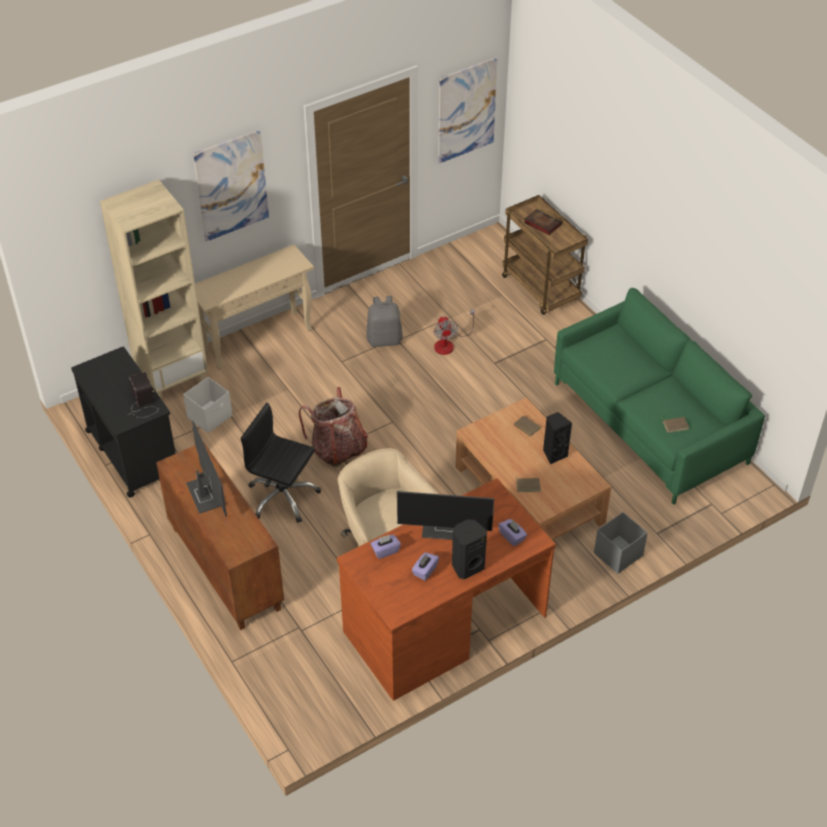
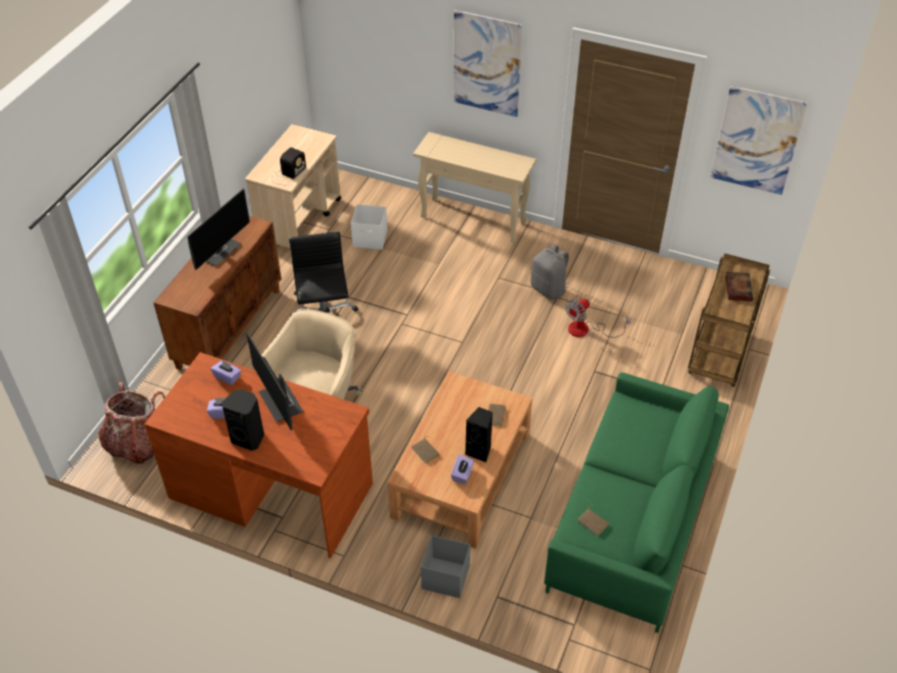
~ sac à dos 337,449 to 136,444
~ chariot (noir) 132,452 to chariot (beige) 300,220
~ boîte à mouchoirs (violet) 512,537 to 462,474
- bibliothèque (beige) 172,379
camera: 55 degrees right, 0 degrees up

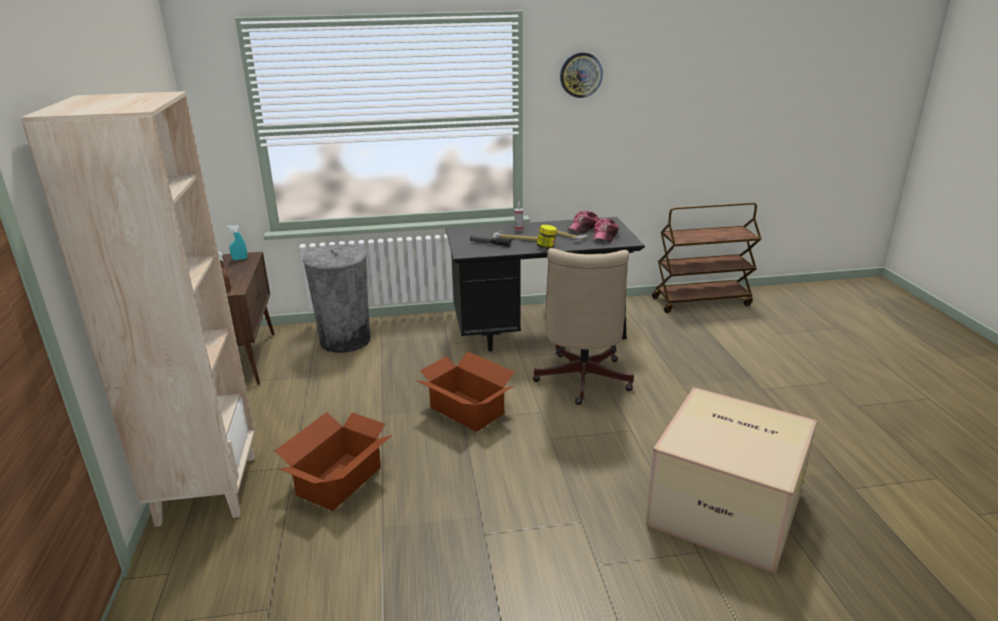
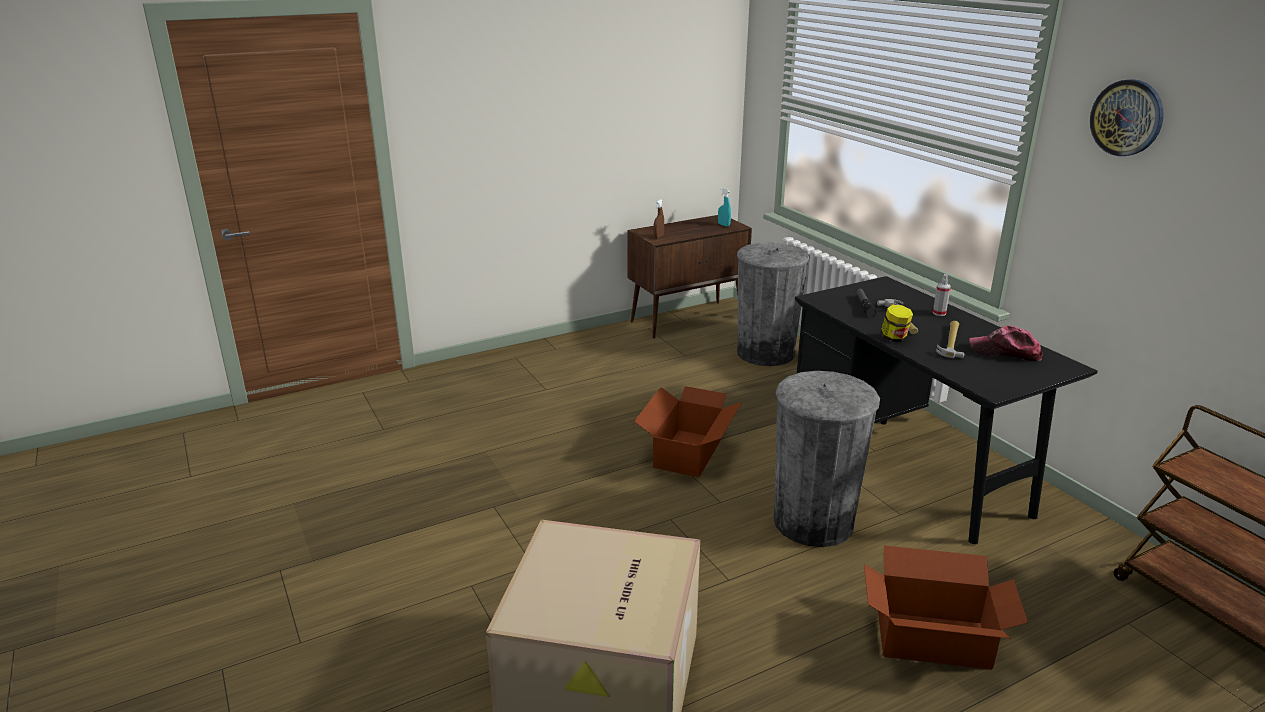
~ chaise de bureau (beige) 581,382 to poubelle (gris) 813,522
~ carton 341,481 to 934,640
- bibliothèque (beige) 207,488
- casquette 605,236
camera: 70 degrees right, 0 degrees up

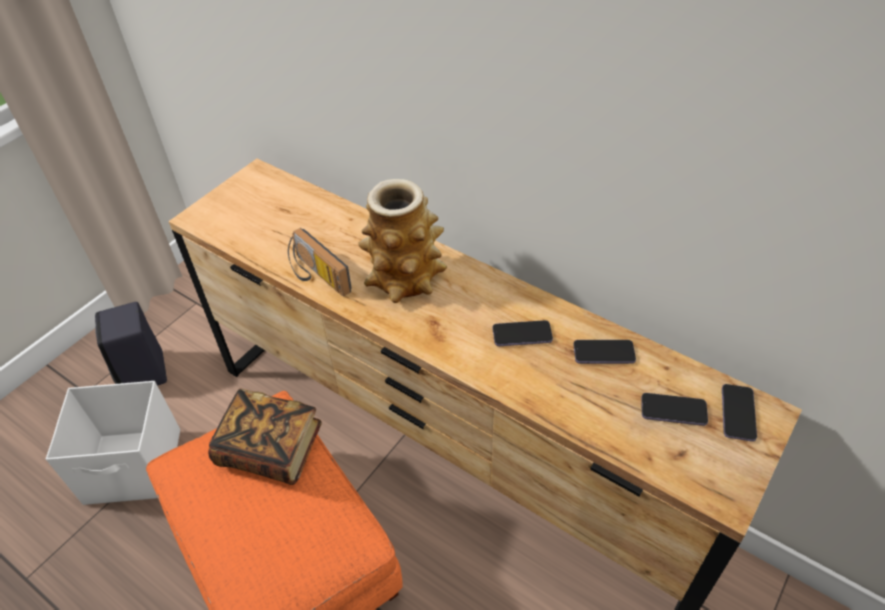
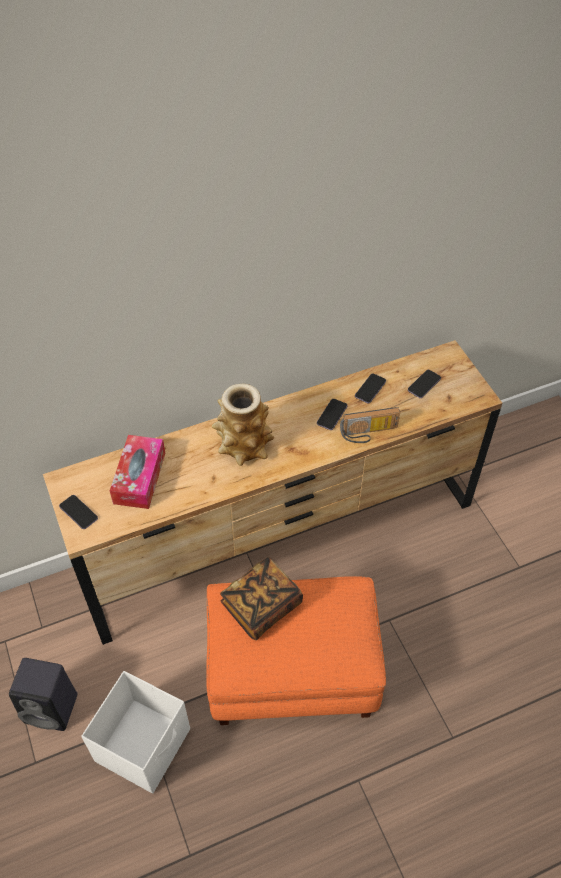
~ téléphone 738,413 to 78,512
+ boîte à mouchoirs 139,478
~ radio 316,276 to 369,433
camera: 60 degrees left, 5 degrees up

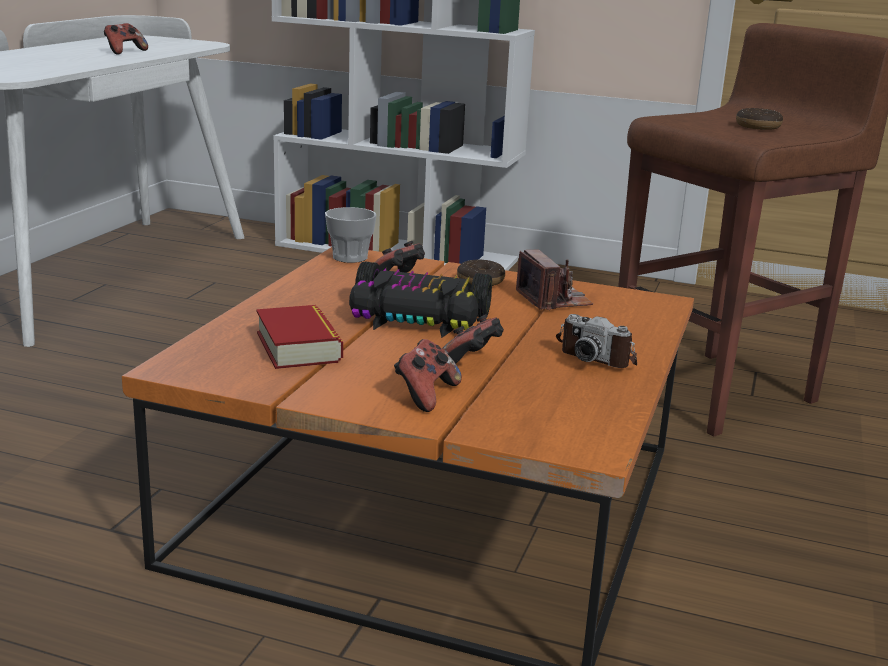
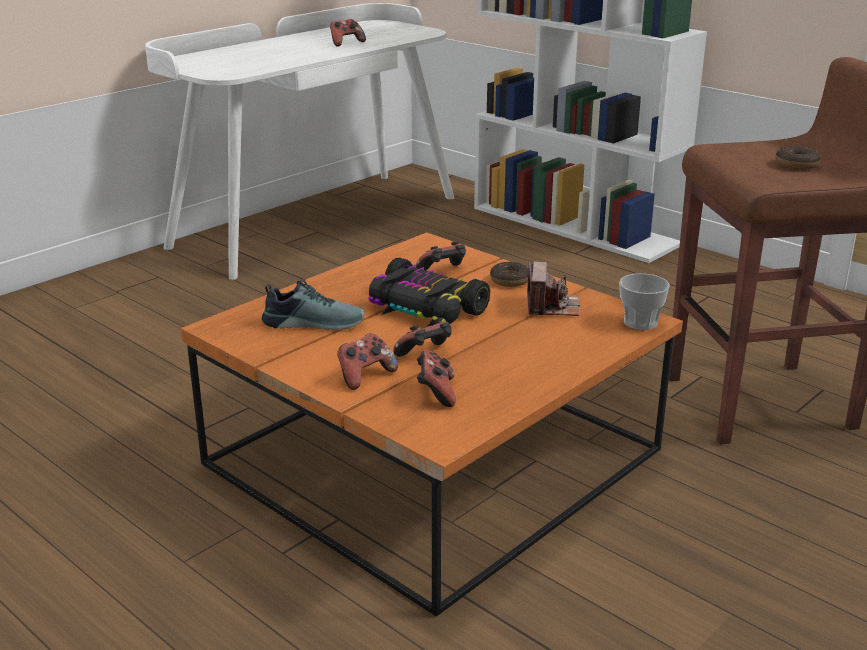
~ livre 298,347 to chaussure 314,322
+ manette 436,393
~ tasse 350,257 to 640,322
- appareil photo 598,356
camera: 25 degrees right, 5 degrees up

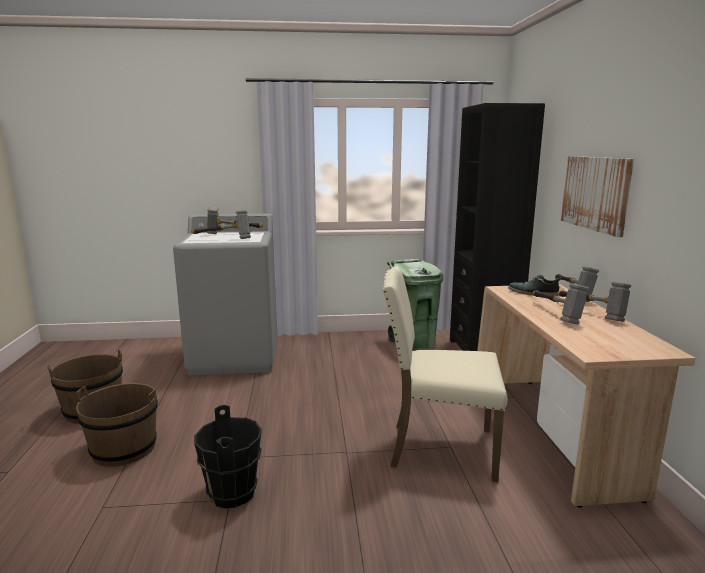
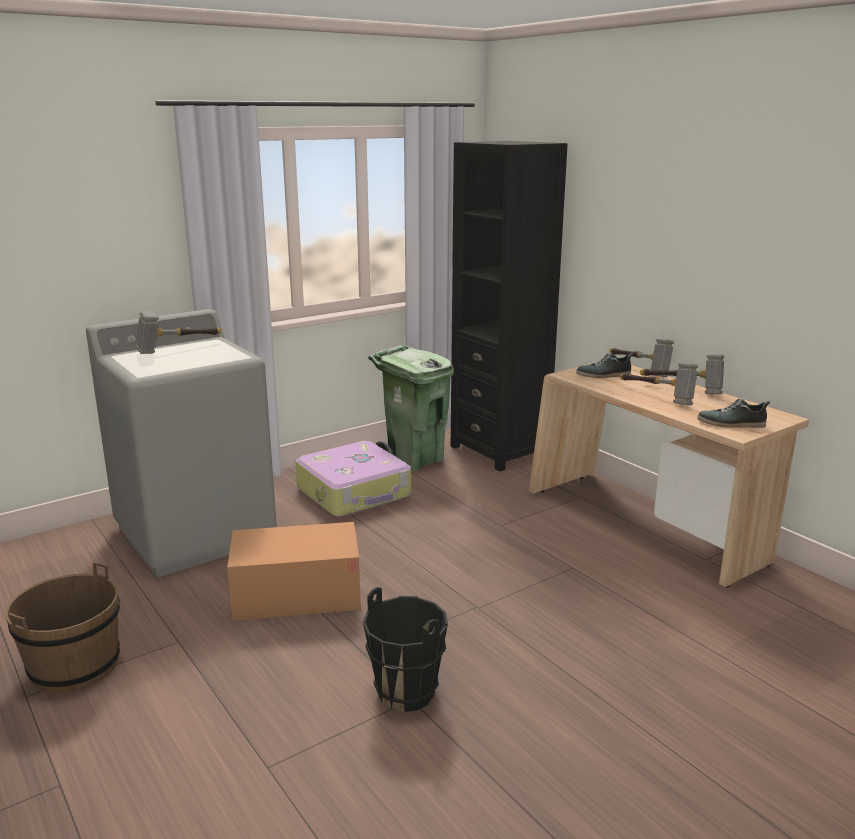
+ carton 297,594
+ valise 355,492
+ chaussure 731,423
- seau (marron) 124,449
- marteau 223,239
- chaise (beige) 439,449
- tableau 596,193
camera: 30 degrees left, 5 degrees up

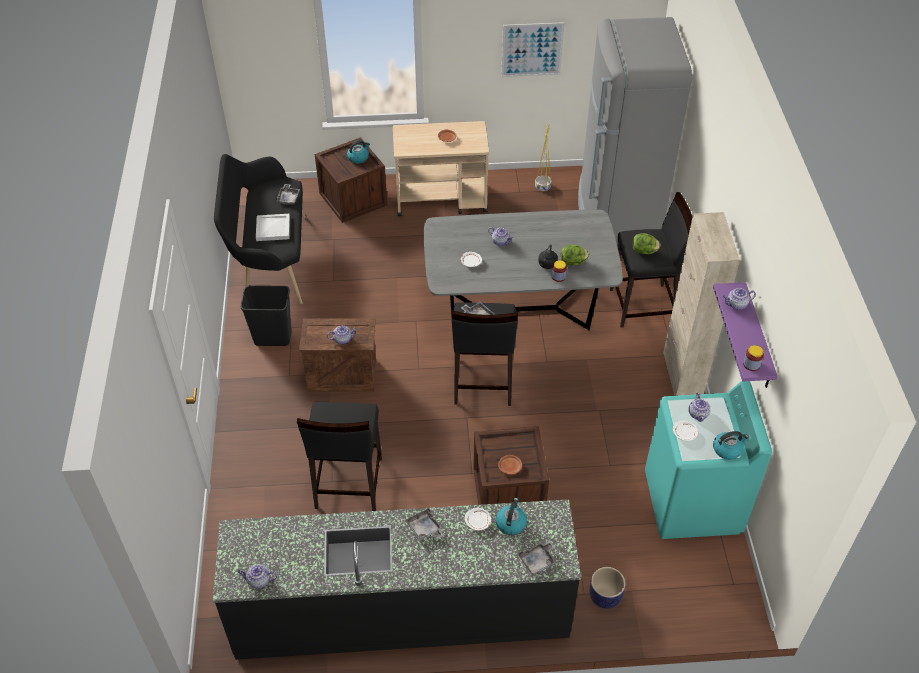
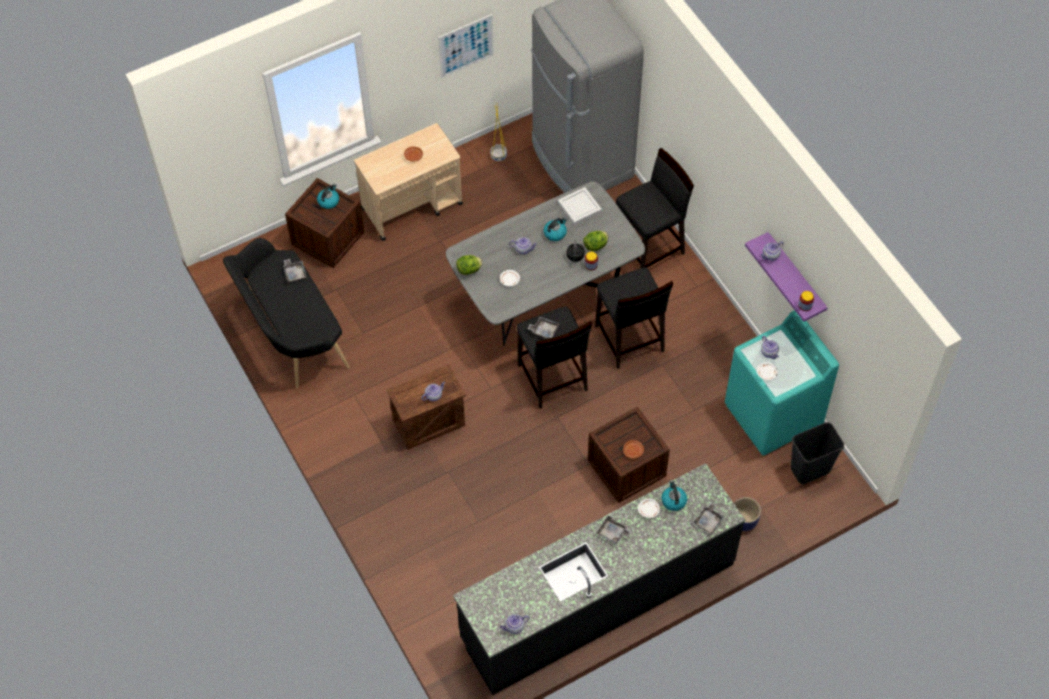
~ laitue 644,251 to 469,270
~ bouilloire 727,449 to 555,233
~ plateau (blanc) 272,229 to 579,207
~ tabouret (noir) 348,484 to 629,339
~ poubelle (noir) 272,338 to 810,470
- meuble de rangement (beige) 682,375
camera: 25 degrees left, 10 degrees up

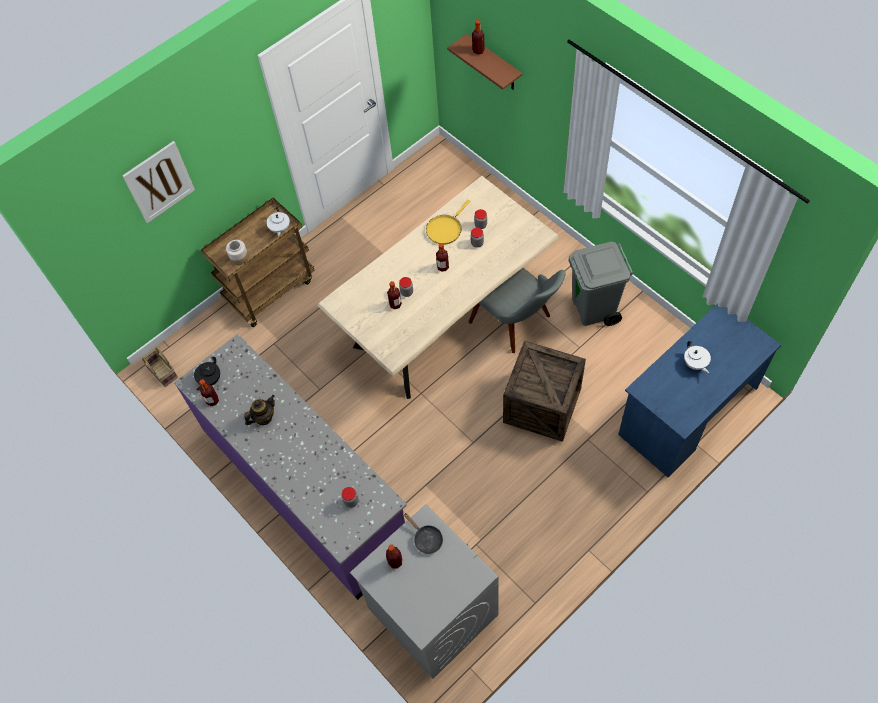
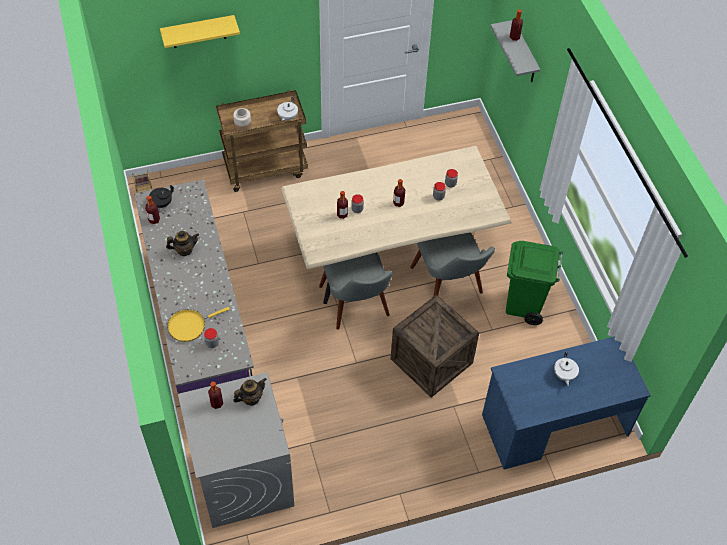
~ tableau 159,182 to étagère (jaune) 198,32
~ poêle (jaune) 445,229 to 189,326
~ poêle (noir) 426,539 to théière 251,398
+ chaise (gris) 358,308
~ étagère (marron) 494,64 to étagère (gris) 524,54
~ poubelle (gris) 594,309 to poubelle (vert) 524,305
camera: 20 degrees right, 5 degrees down

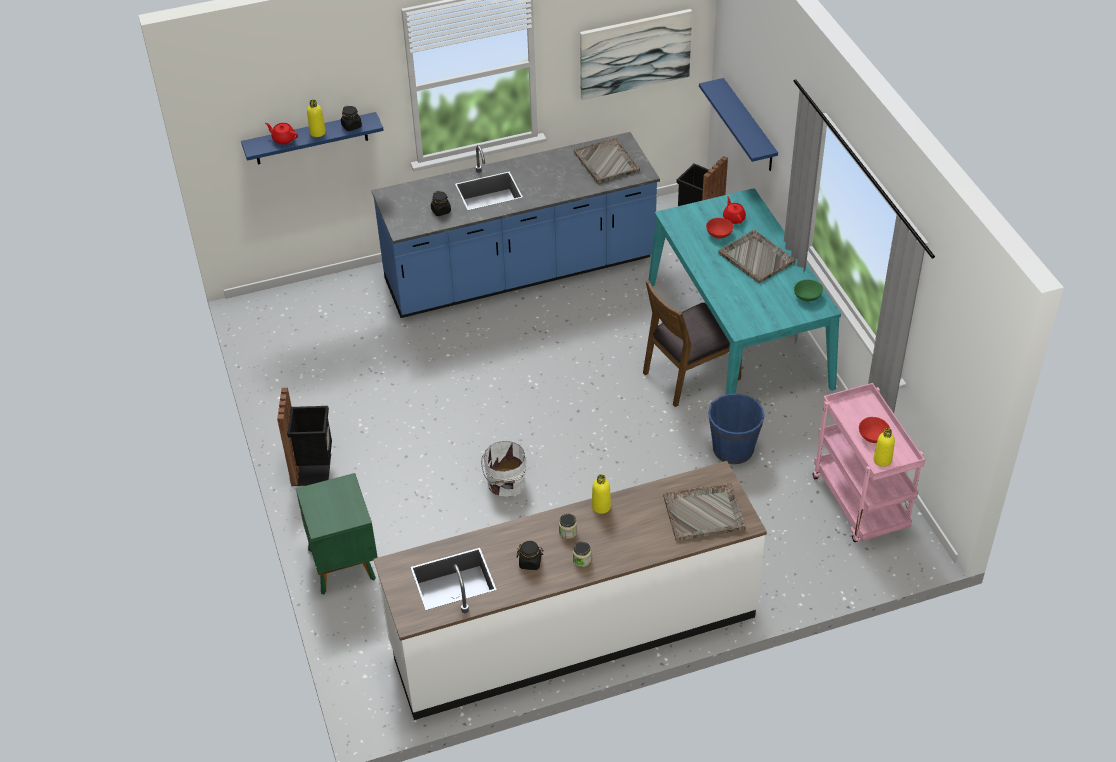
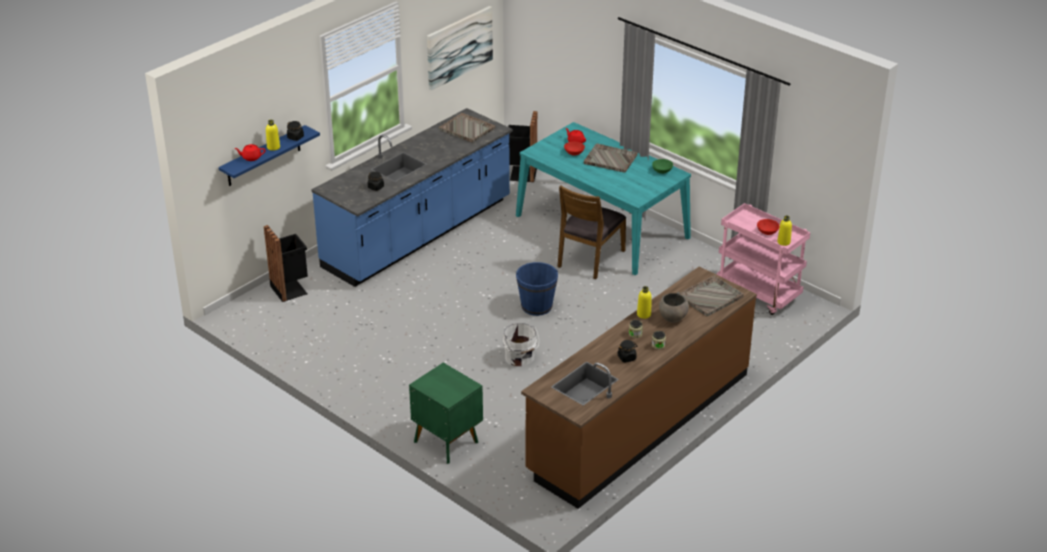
~ poubelle (noir) 314,469 to 290,289
~ seau (bleu) 733,449 to 536,306
~ comptoir de cuisine (blanc) 573,631 to comptoir de cuisine (marron) 639,422
+ bol (gris) 672,318
- étagère (bleu) 749,126
camera: 30 degrees left, 10 degrees down

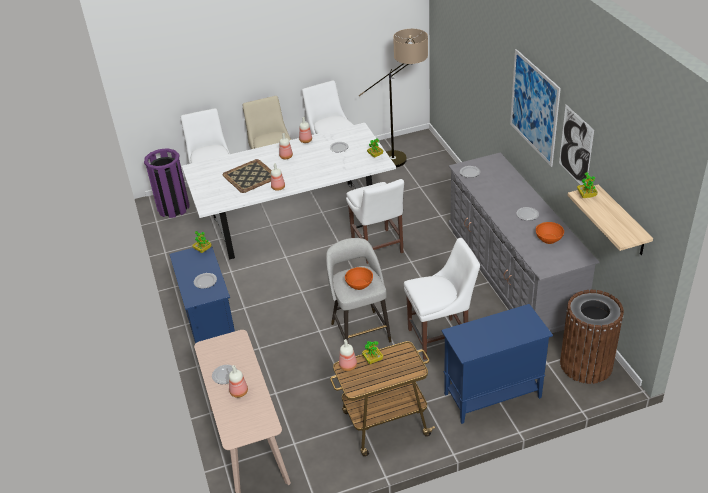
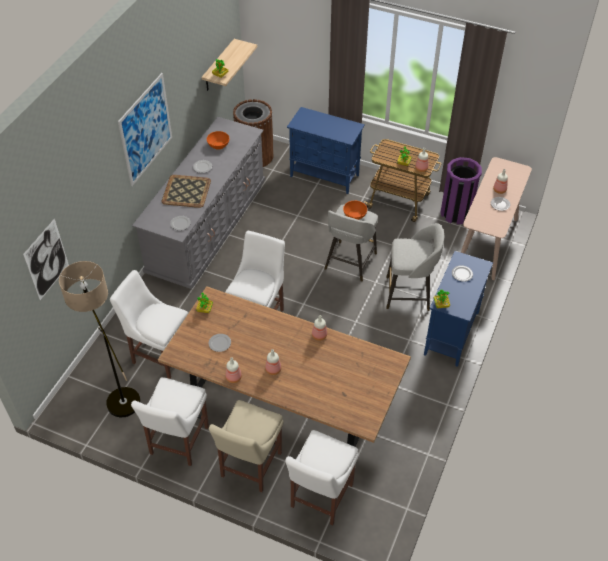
~ tableau 576,147 to 47,260
~ chaise (blanc) 441,337 to 159,354
~ table à manger (blanc) 294,219 to table à manger (marron) 285,401
~ plateau 249,176 to 187,192
+ tabouret (gris) 409,294
~ poubelle (violet) 173,208 to 456,213
camera: 140 degrees left, 10 degrees up

